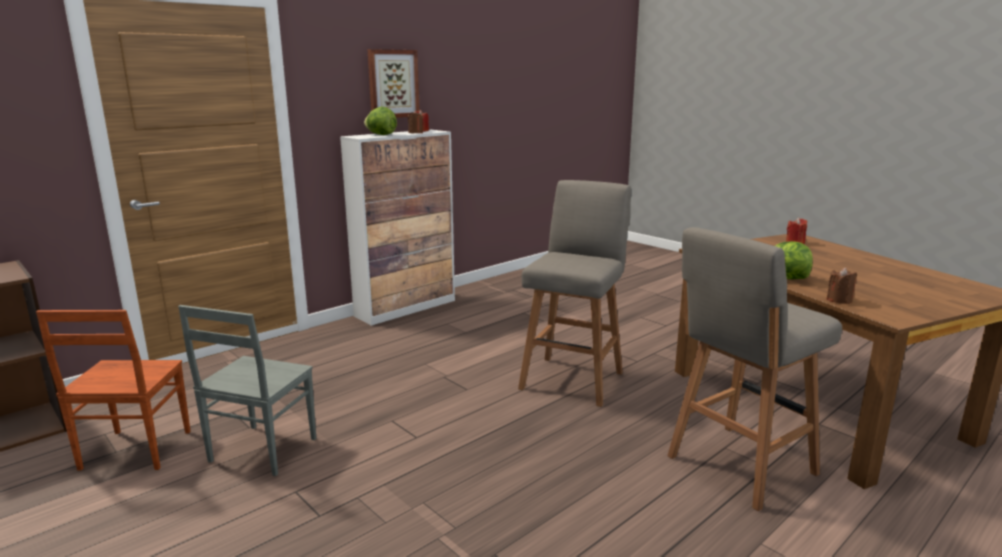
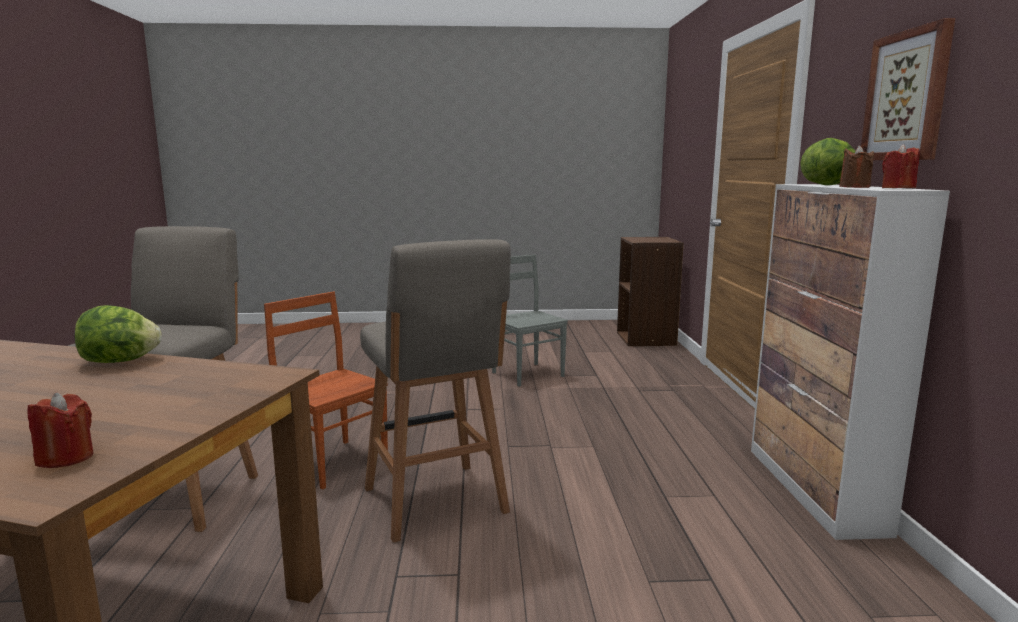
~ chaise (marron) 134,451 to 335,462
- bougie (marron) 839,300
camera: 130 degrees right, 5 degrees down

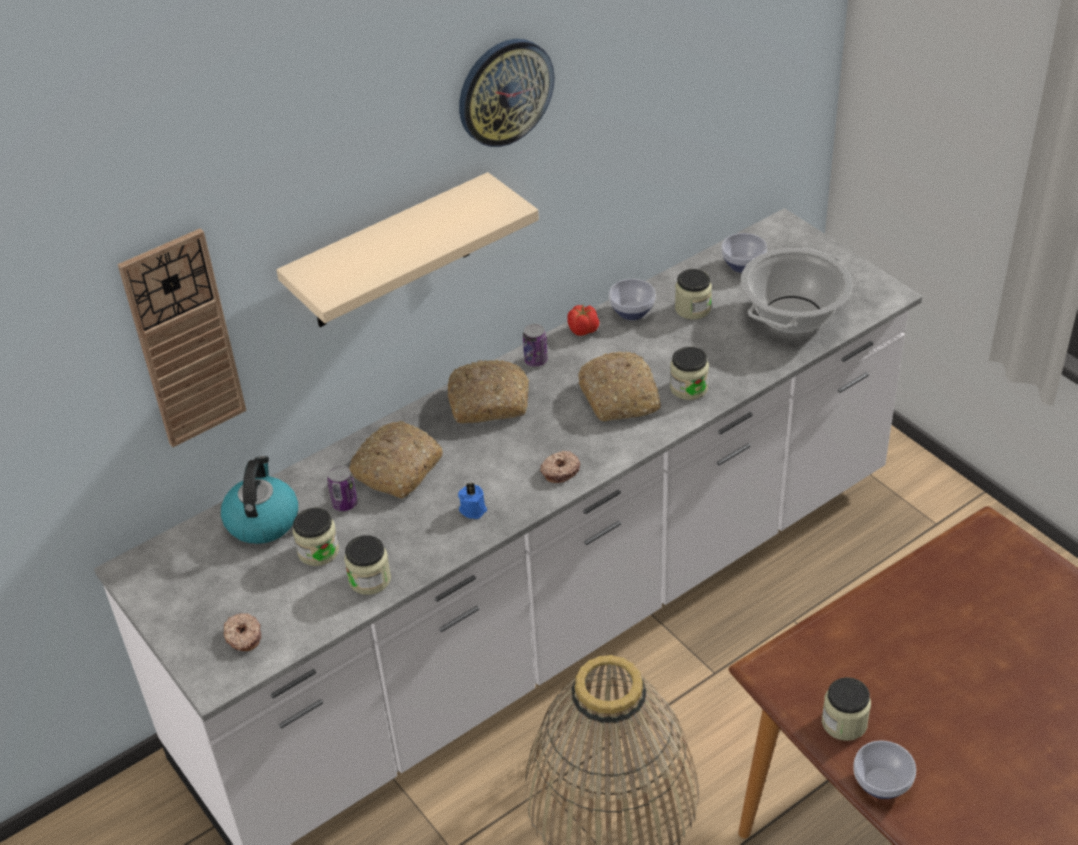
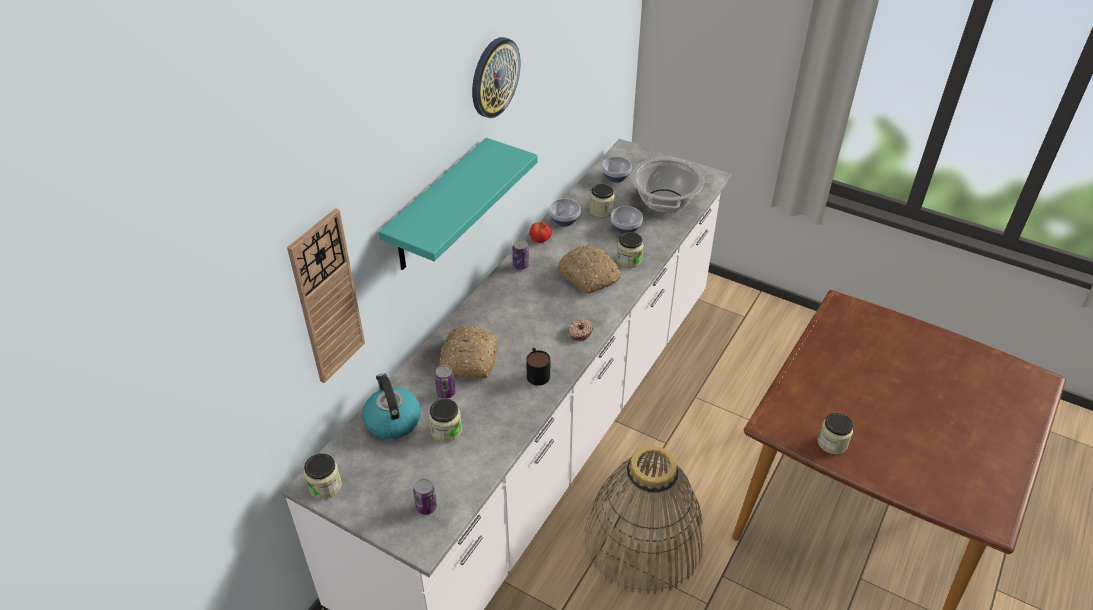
~ bocal 370,579 to 325,486
~ étagère (beige) 390,254 to étagère (turquoise) 437,207
~ beignet 243,637 to boîte métallique 426,507
~ bougie (bleu) 473,508 to mug 537,372
~ bol 881,782 to 625,228
- pain 490,401
camera: 25 degrees left, 0 degrees up

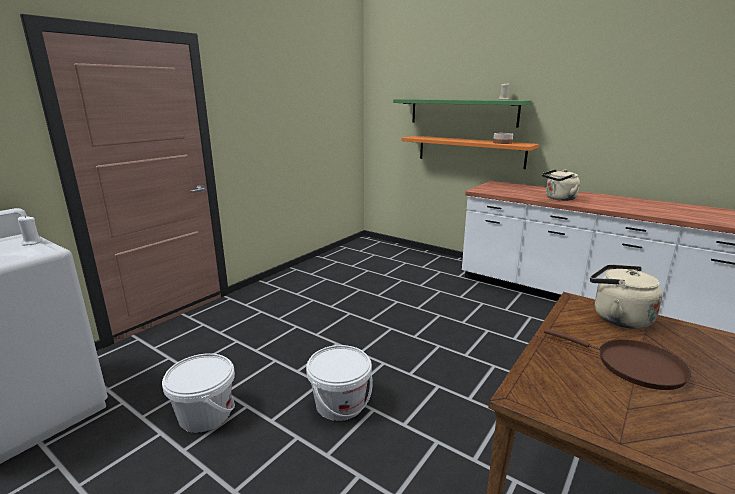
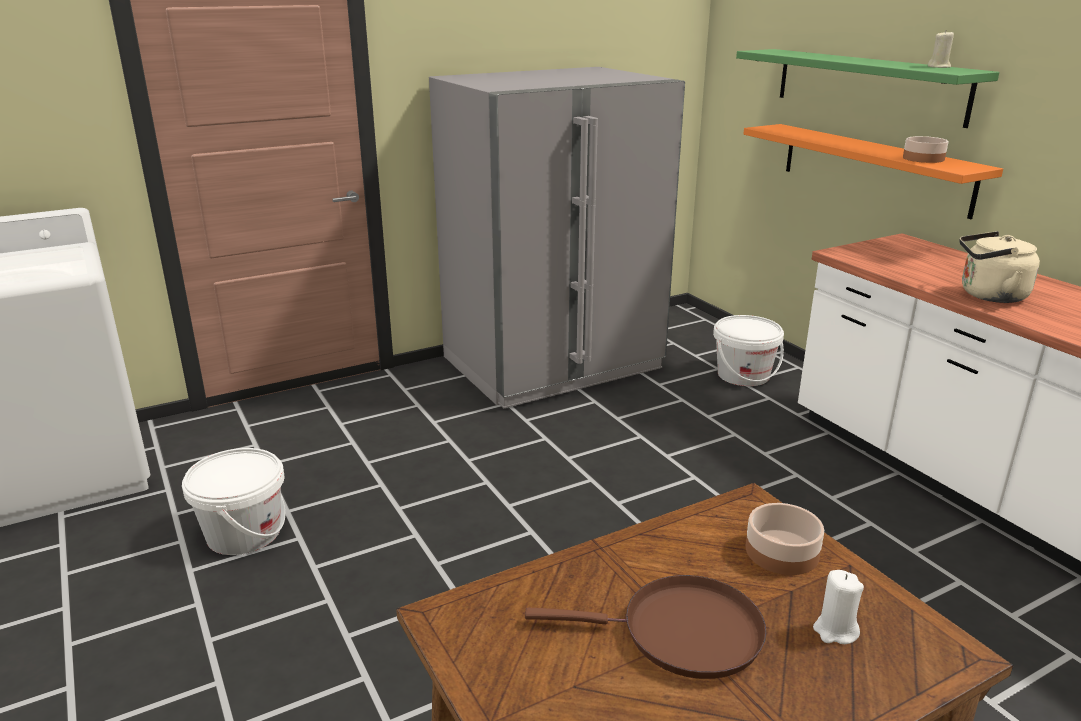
+ réfrigérateur (gris) 553,364
~ poêle (marron) 633,366 = 682,633 60 degrees counterclockwise
~ seau (blanc) 340,404 to 743,375
~ bouilloire (beige) 617,317 to bol 782,551
~ bougie (blanc) 32,243 to 835,631
camera: 25 degrees right, 5 degrees up

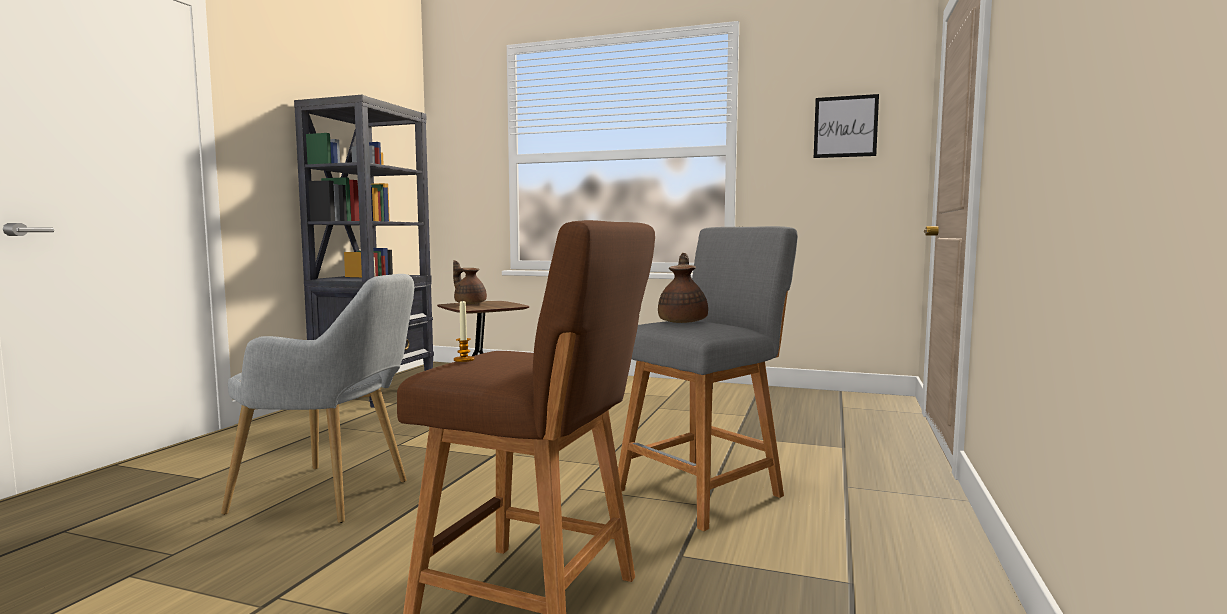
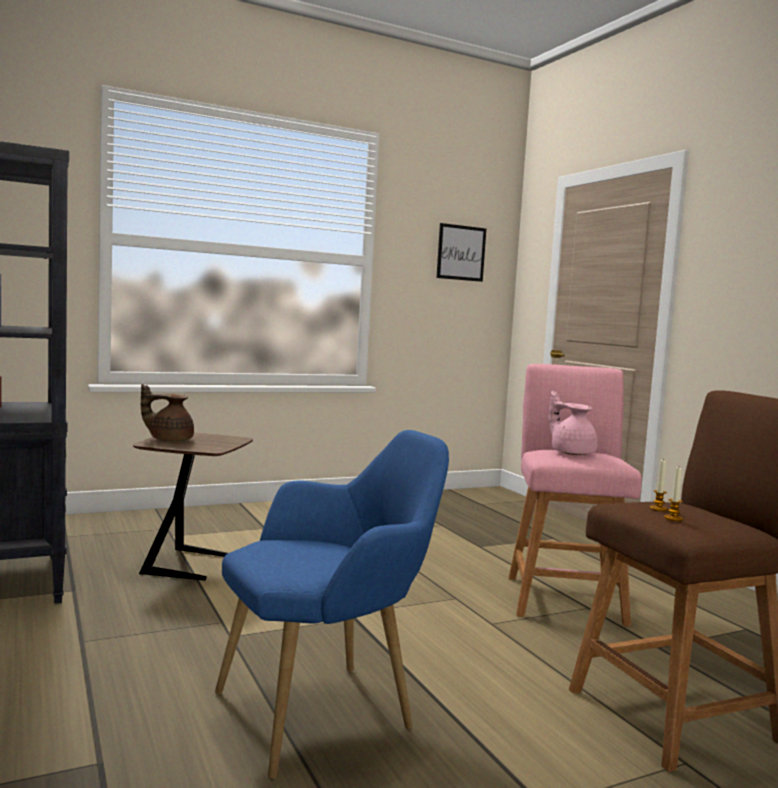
~ fauteuil (gris) 332,496 to fauteuil (bleu) 327,711
~ tabouret (gris) 704,491 to tabouret (rose) 564,597
~ théière (marron) 683,321 to théière (rose) 571,453
+ bougie 658,509
camera: 45 degrees left, 0 degrees up

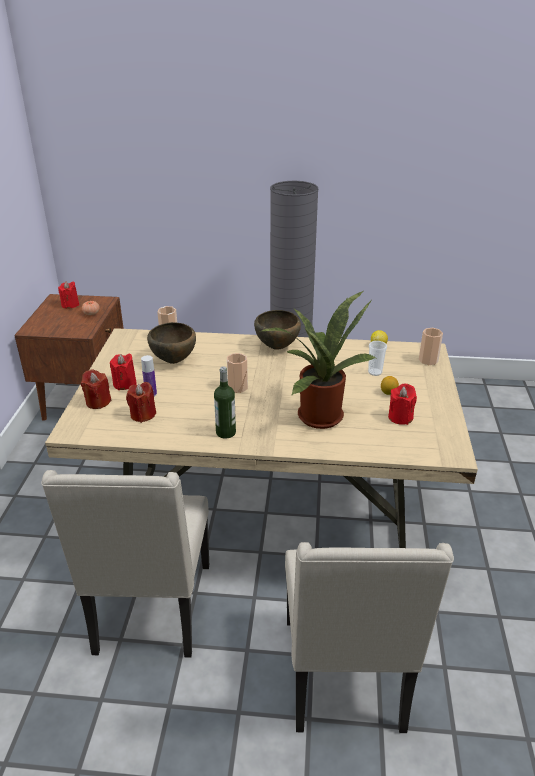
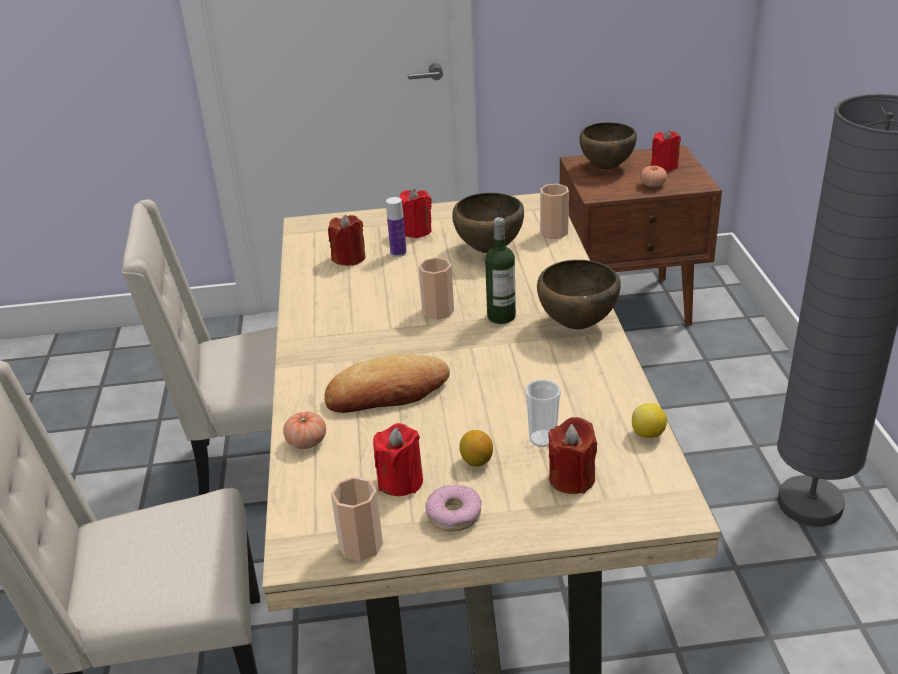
+ tomate 306,442
~ plante en pot 318,414 to pain 387,392
~ tasse 428,360 to 361,545
+ beignet 454,514
~ bouteille 226,432 to 501,316
~ bougie (rouge) 98,402 to 571,478
+ bol (marron) 606,168
camera: 80 degrees right, 0 degrees up

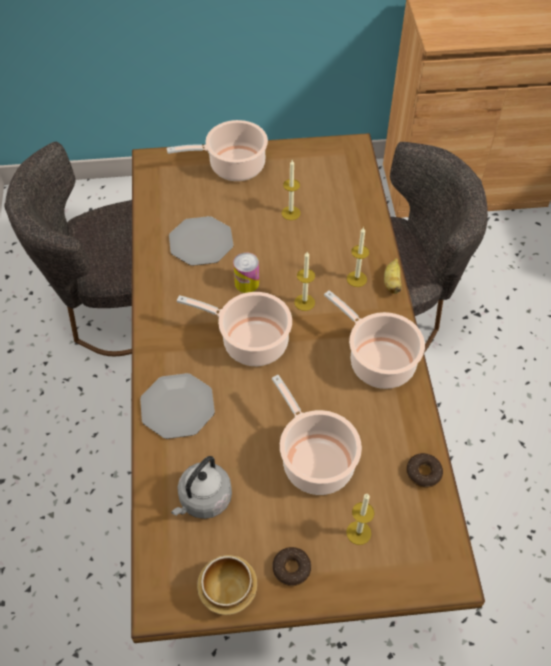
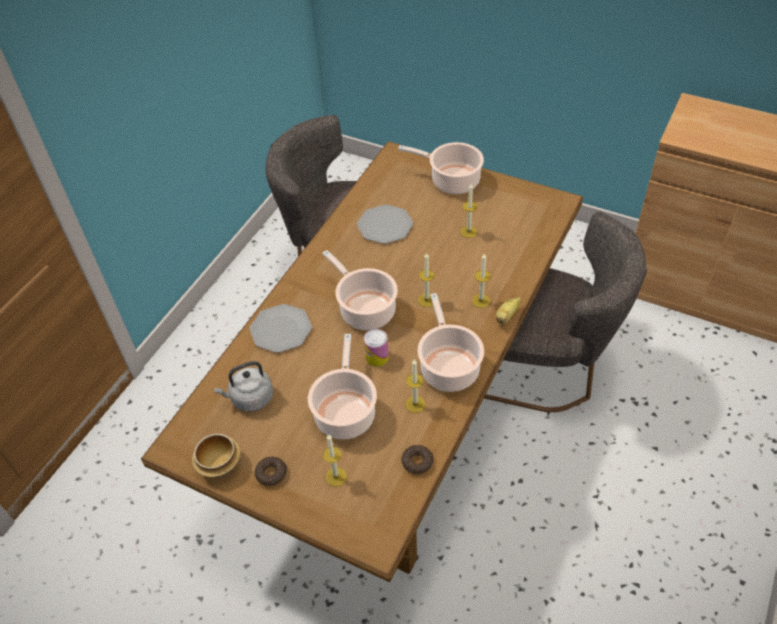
~ boîte métallique 247,283 to 377,357
+ bougie 415,404
camera: 35 degrees right, 5 degrees down

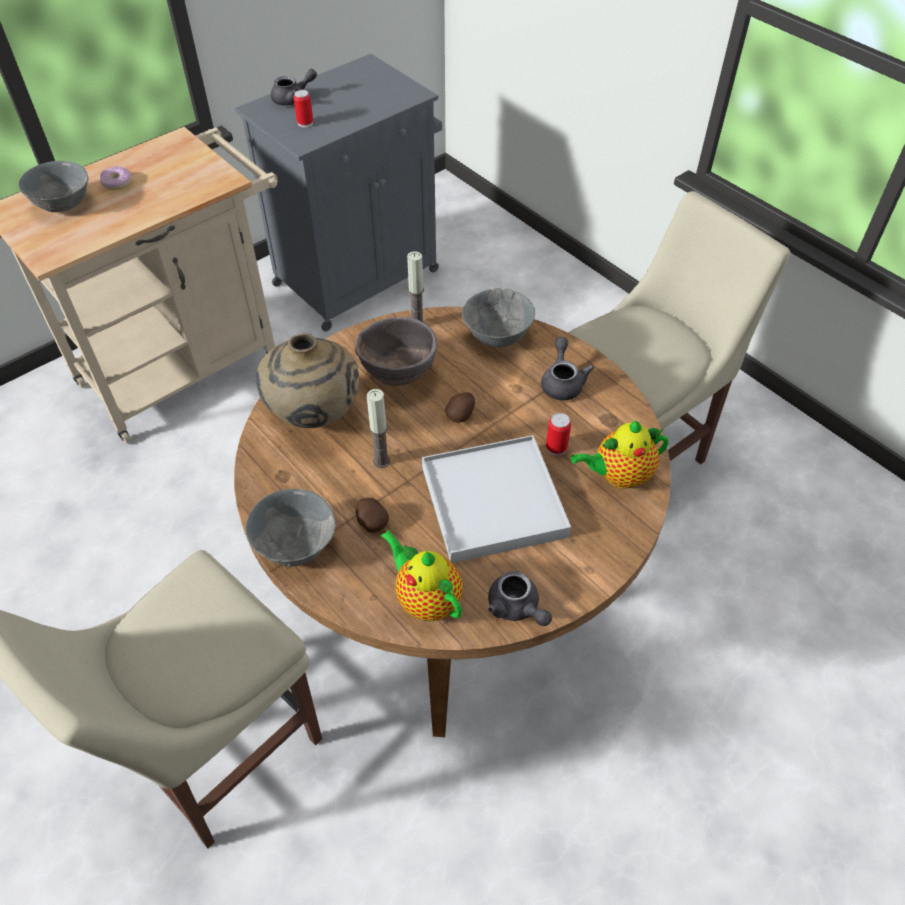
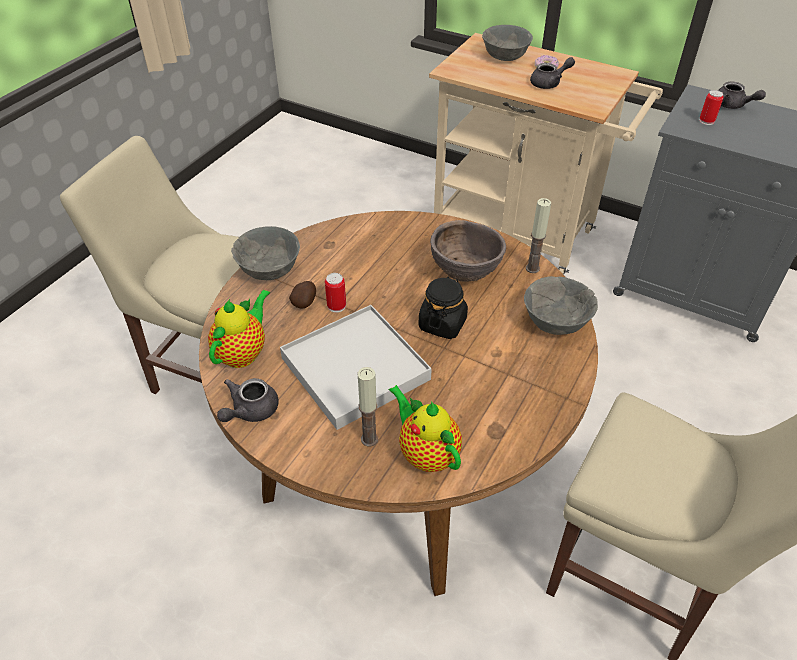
~ boîte métallique 556,447 to 336,306
~ bougie 381,461 to 369,439
~ pomme de terre 461,415 to bocal (noir) 442,323
~ théière (gris) 562,382 to 549,83
- vase (beige) 314,417
camera: 70 degrees right, 5 degrees down

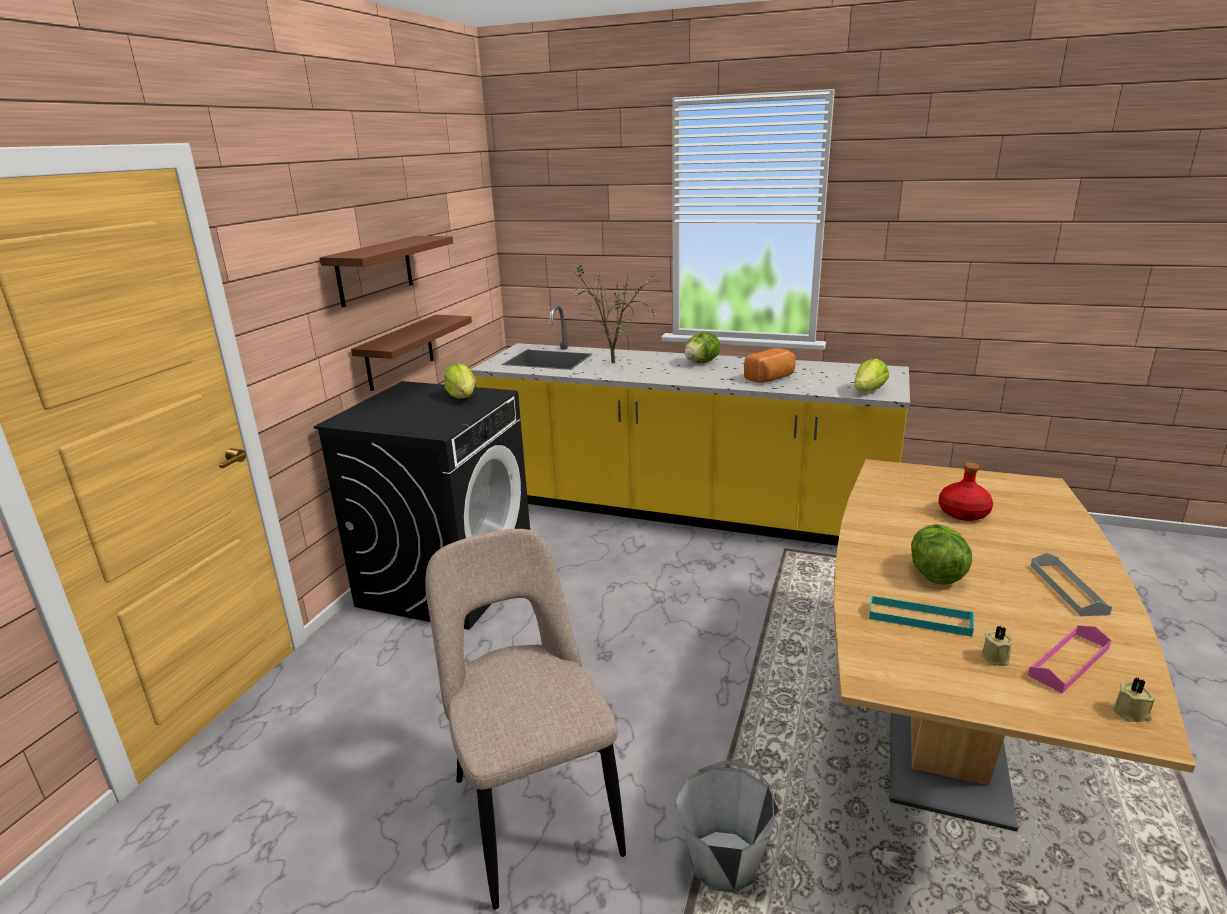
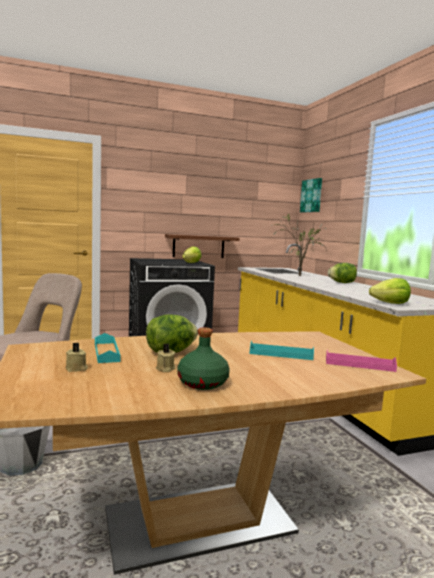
~ bougie (beige) 1132,713 to 165,369
~ plateau (gris) 1067,589 to bouteille (vert) 202,383
~ bouteille (rouge) 963,512 to plateau (turquoise) 281,354
+ tableau 312,196
~ plateau (rose) 1069,662 to 359,364
- étagère (marron) 375,270
- pain 771,378
camera: 50 degrees right, 15 degrees down

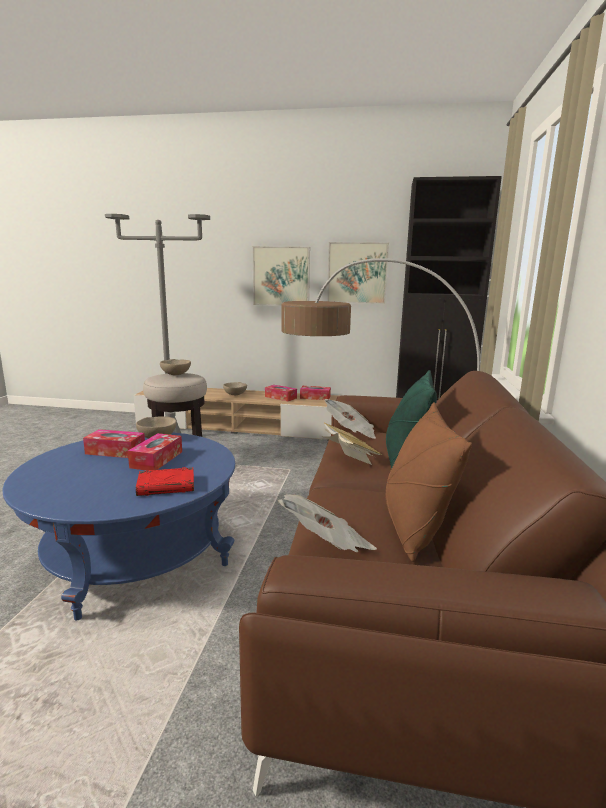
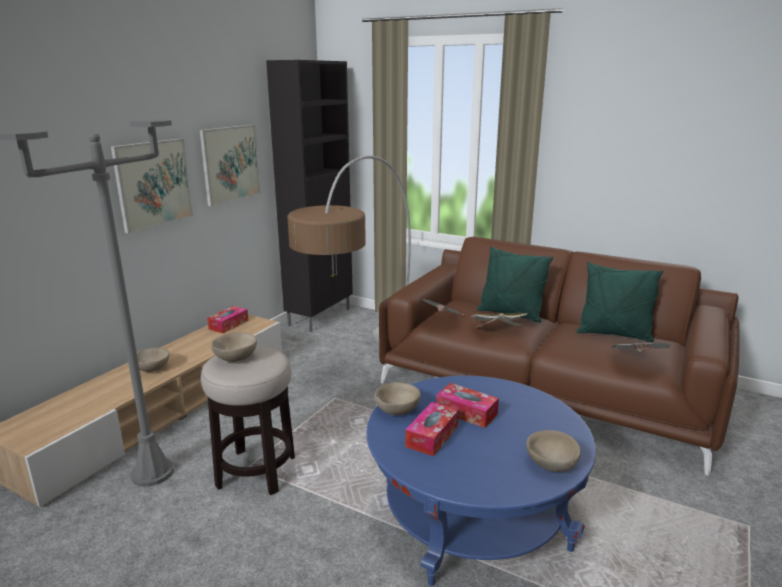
+ bol (beige) 550,464
~ coussin (marron) 413,528 to coussin (vert) 614,334
- livre (rouge) 167,486
- boîte à mouchoirs 280,397
camera: 70 degrees left, 5 degrees up

